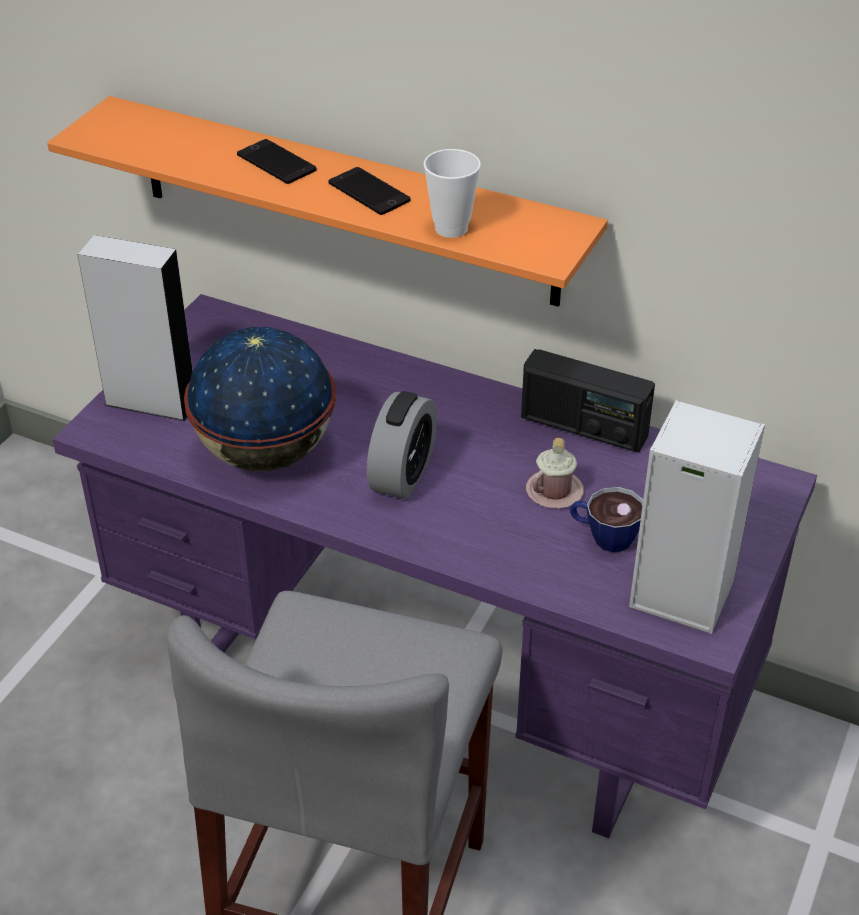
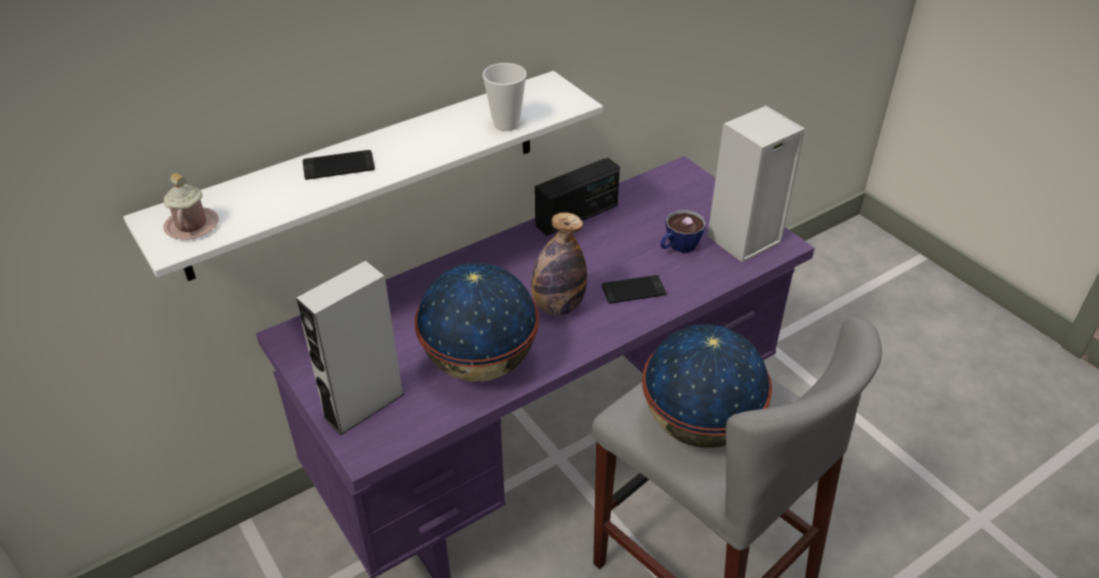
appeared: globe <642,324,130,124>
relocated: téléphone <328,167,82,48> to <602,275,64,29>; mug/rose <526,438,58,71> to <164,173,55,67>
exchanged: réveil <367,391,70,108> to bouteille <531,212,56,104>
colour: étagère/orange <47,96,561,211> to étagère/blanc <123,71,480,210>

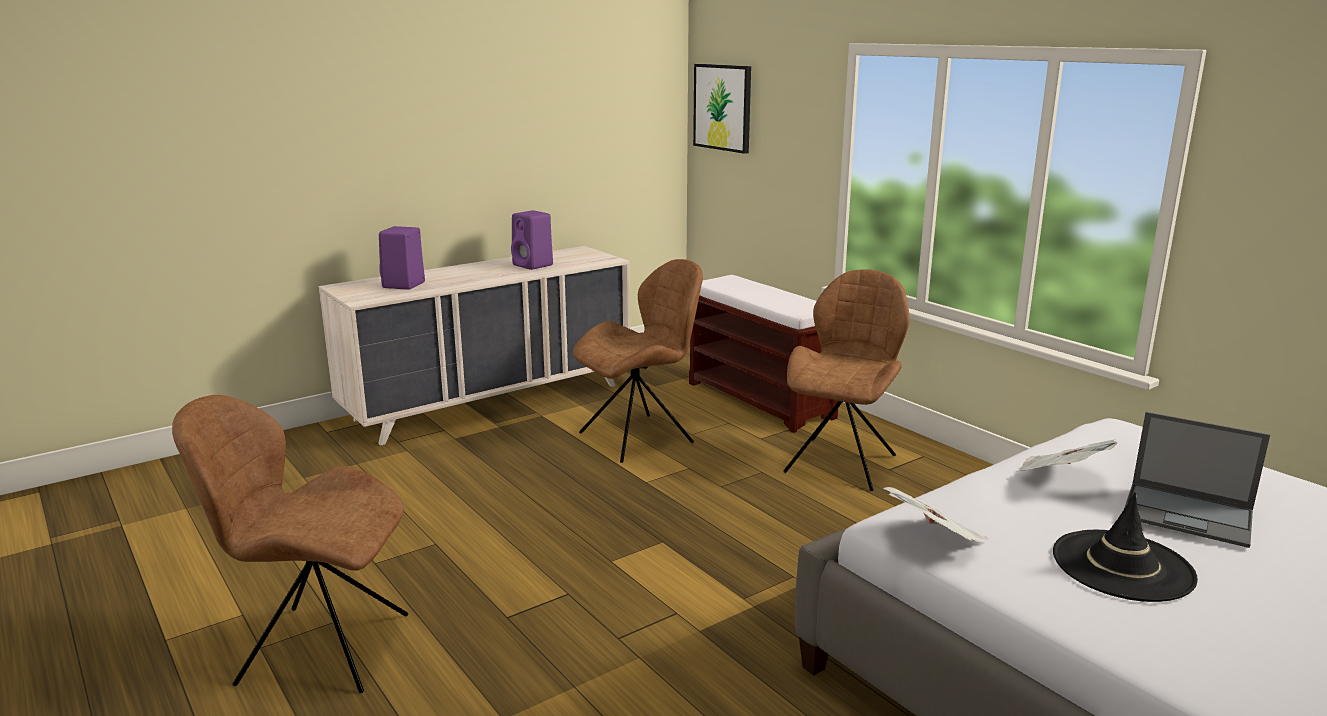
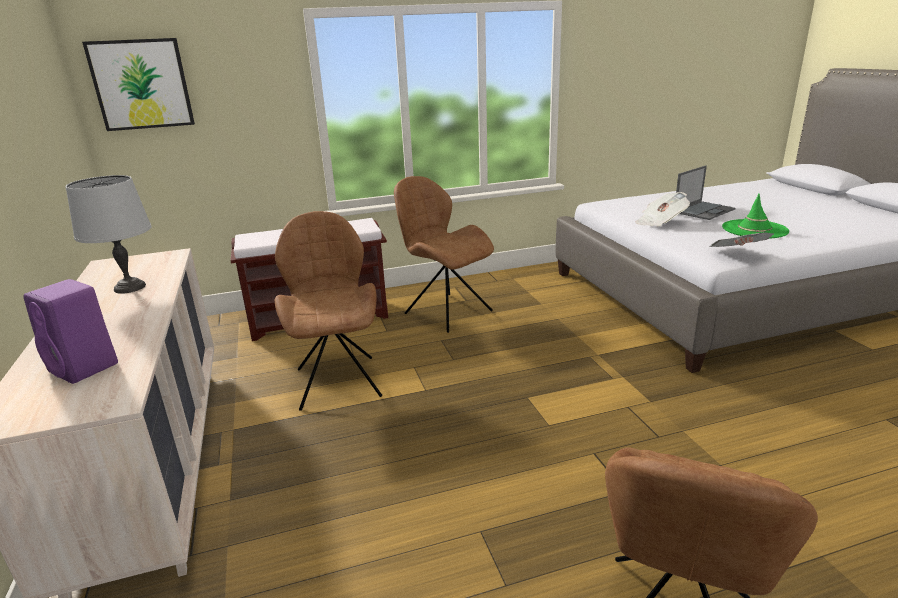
exchanged: enceinte/violet <511,210,42,60> to lampe de table/gris <66,175,86,119>
colour: chapeau/noir <1053,492,145,110> to chapeau/vert <722,194,67,45>

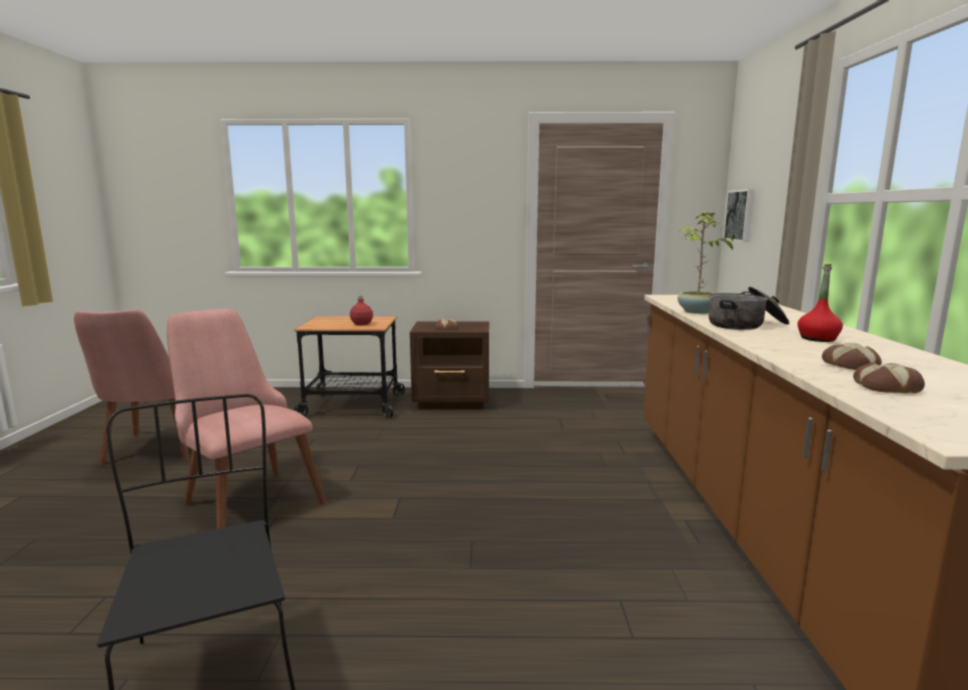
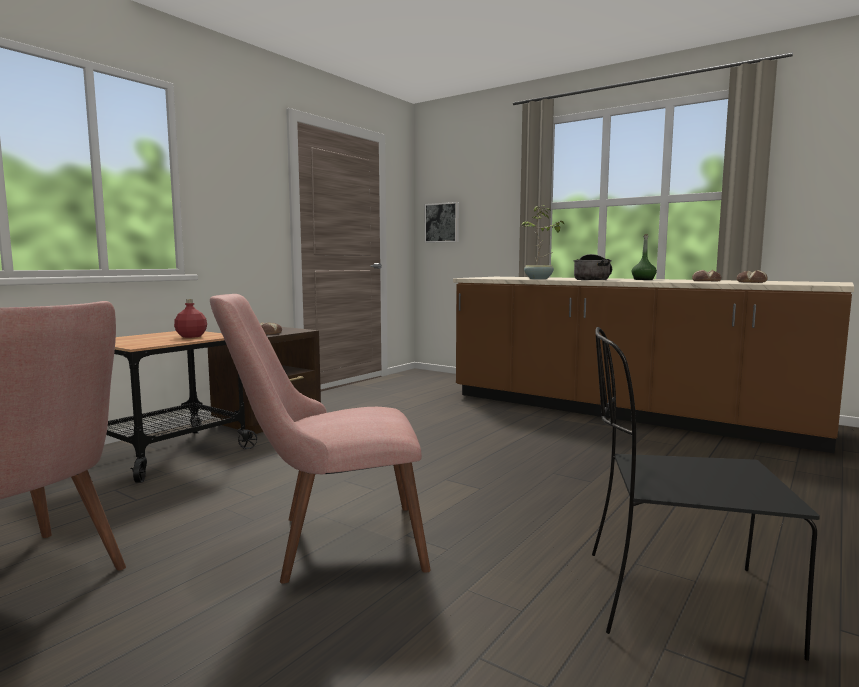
colour: bouteille/rouge <798,264,45,78> to bouteille/vert <632,234,25,46>

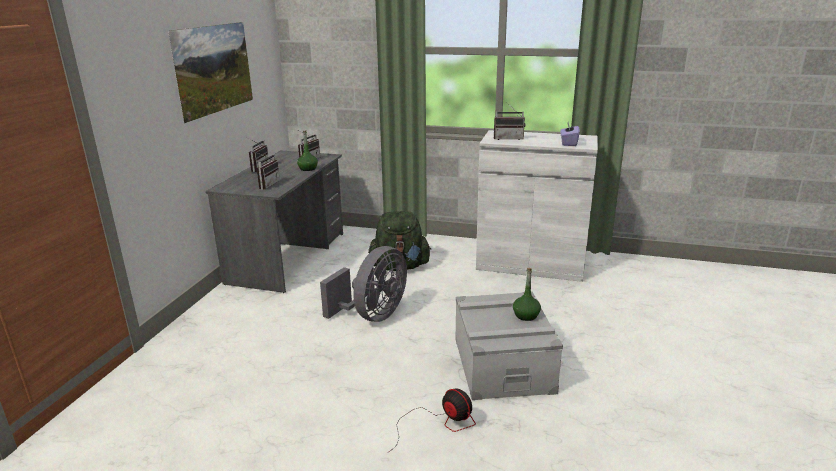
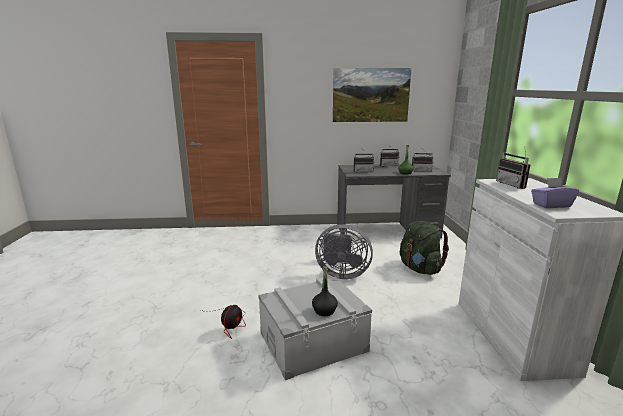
colour: bouteille/vert <513,268,28,53> to bouteille/noir <312,266,26,50>

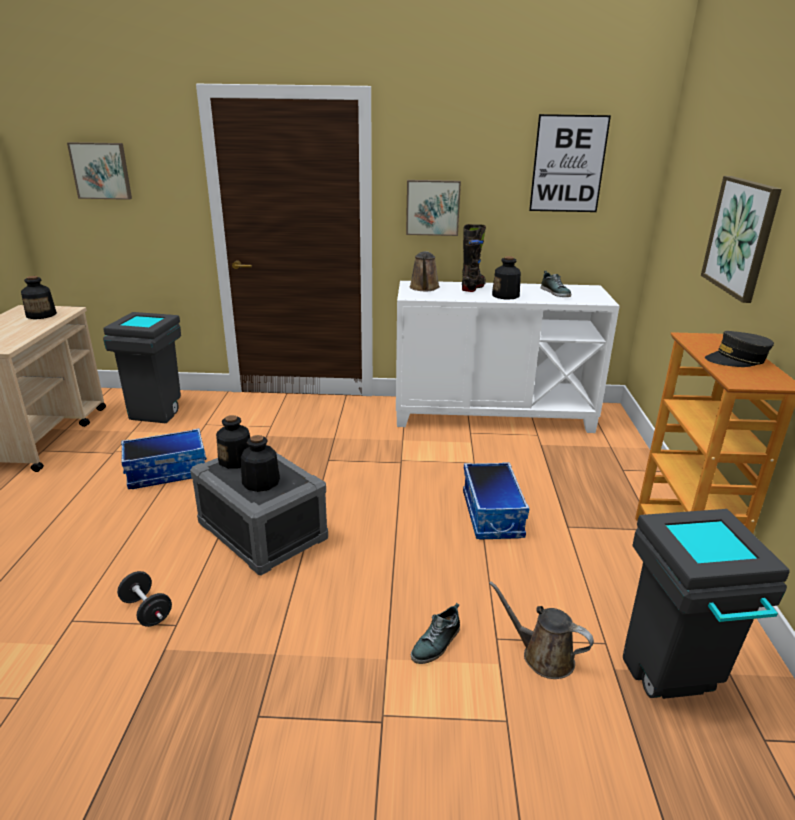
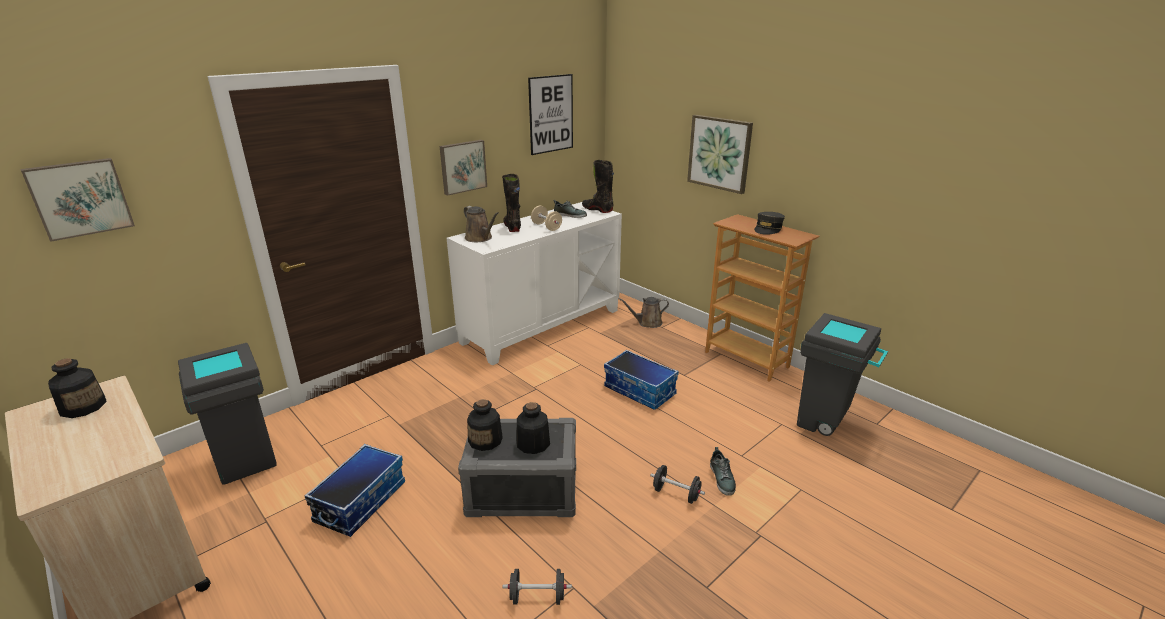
appeared: botte/noir <582,160,32,53>; haltère/noir <650,465,55,39>
relocated: arrosoir/marron <489,581,105,98> to <618,297,51,31>
exchanged: bouteille <492,256,29,44> to haltère/beige <531,206,31,25>

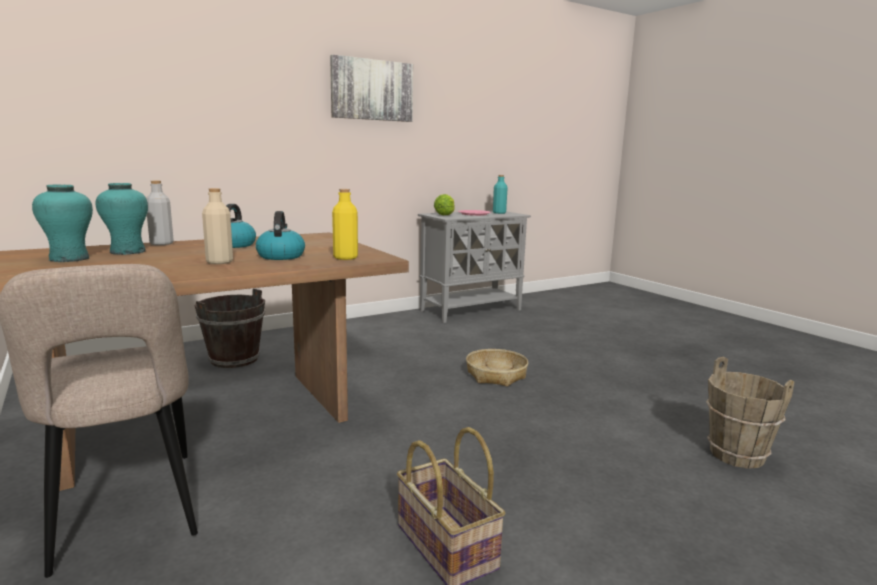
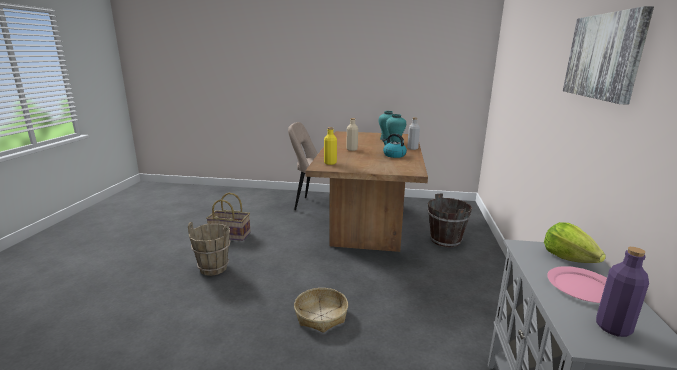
missing: bouilloire <256,211,49,49>
relocated: seau/marron <706,357,89,112> to <188,222,42,54>
colour: bouteille/turquoise <493,175,14,39> to bouteille/violet <596,247,53,90>

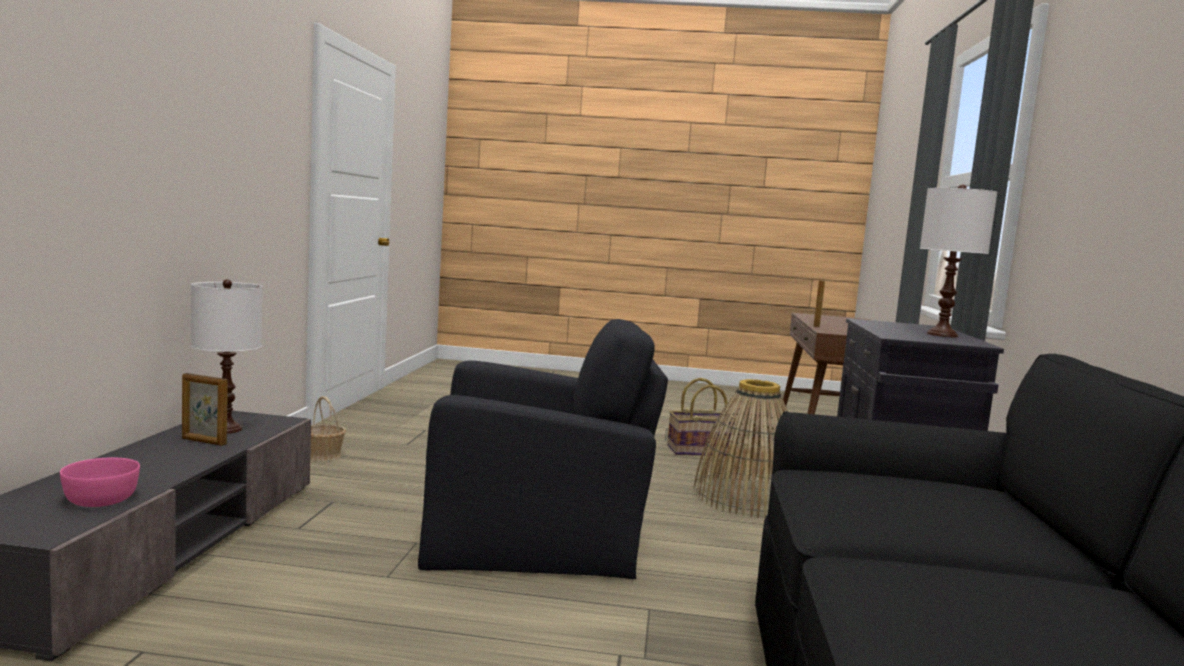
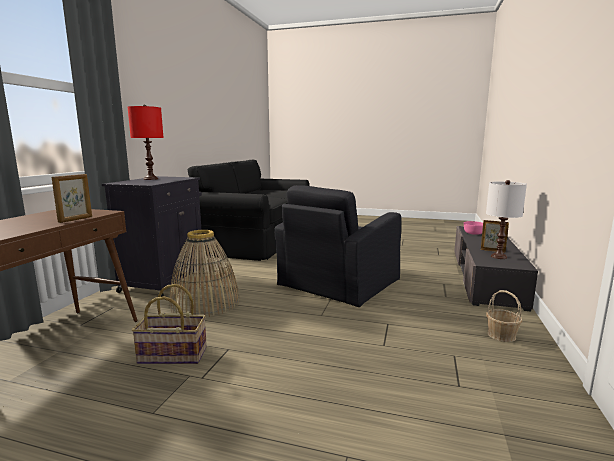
colour: lampe de table/blanc <920,185,77,152> to lampe de table/rouge <128,104,36,76>
spun: fauteuil/noir <418,319,250,260> = <275,185,126,122> 60 degrees counterclockwise

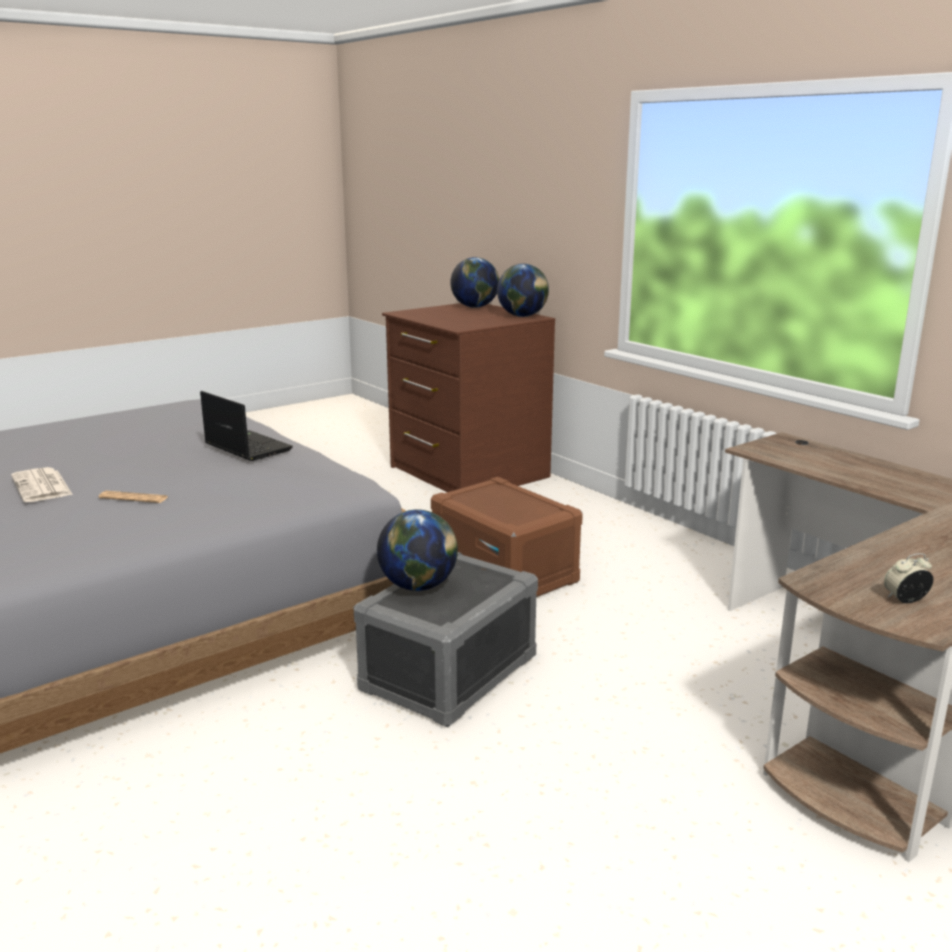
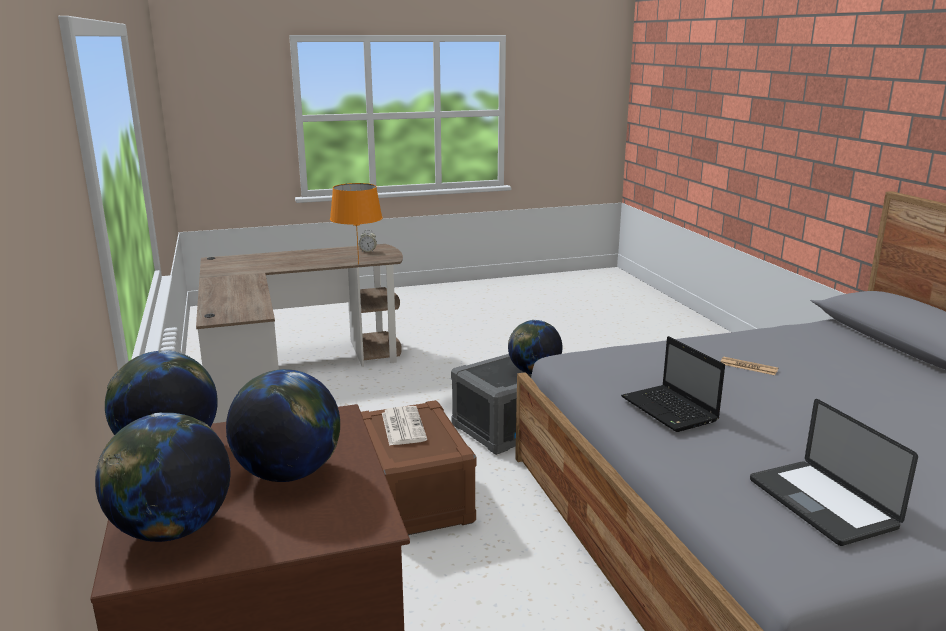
appeared: globe <226,369,114,113>; lampe de table/orange <330,183,52,81>; ordinateur portable <750,399,168,147>
relocated: journal <11,467,62,35> to <382,406,45,40>

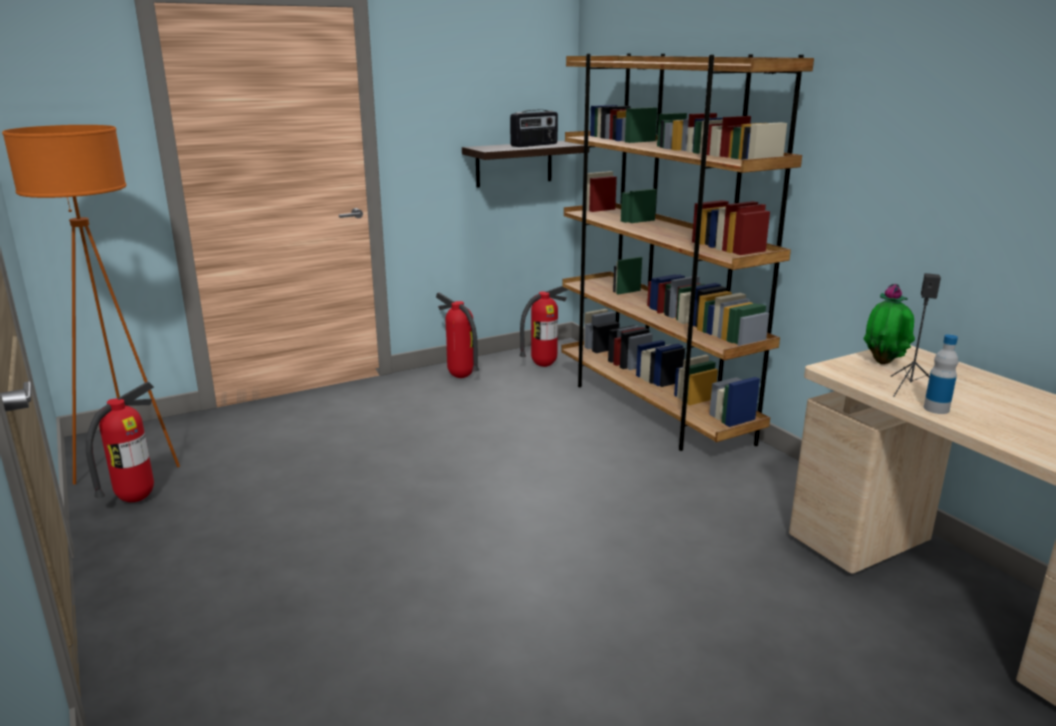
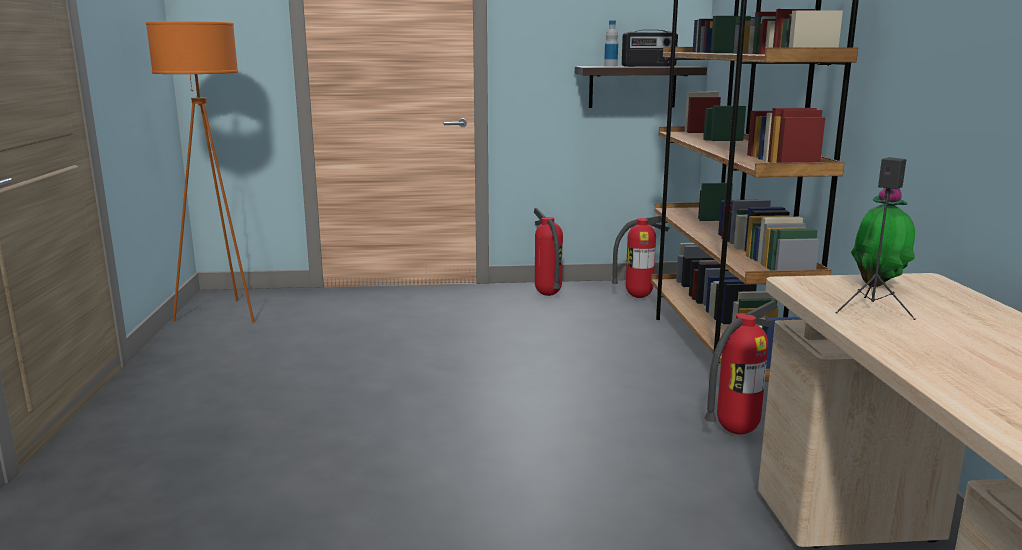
relocated: extincteur <86,382,68,120> to <705,300,73,134>; bouteille <924,334,34,80> to <604,21,14,45>

